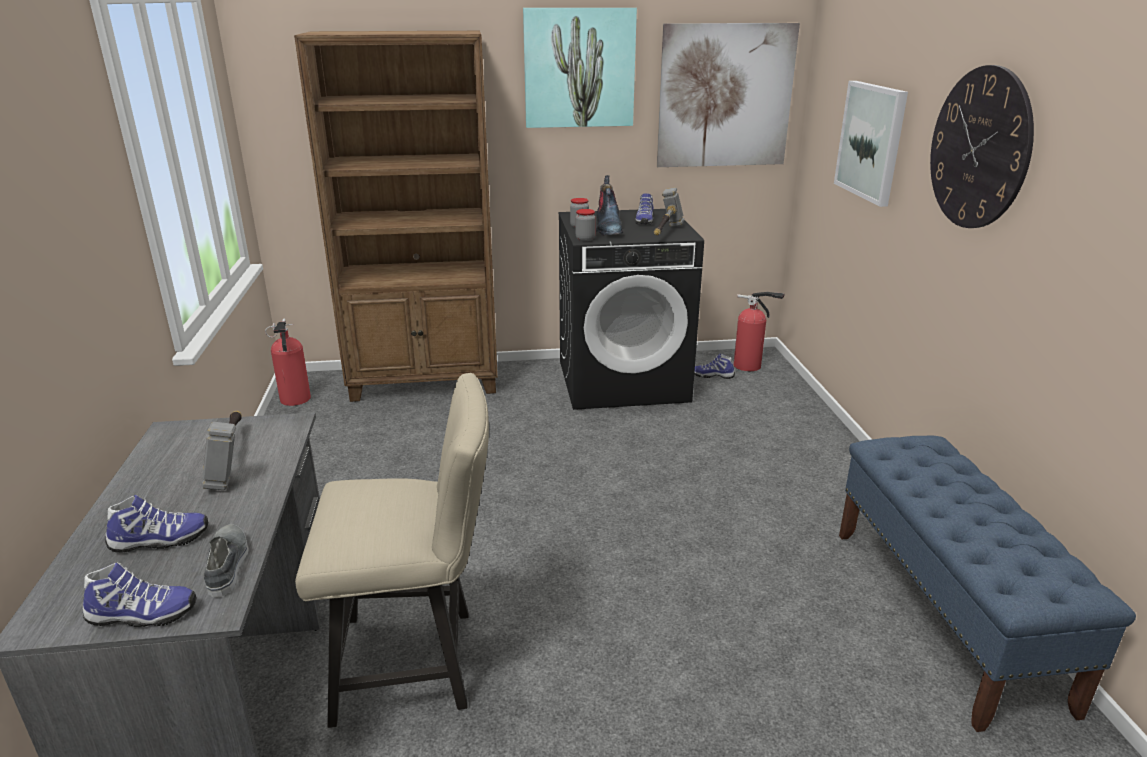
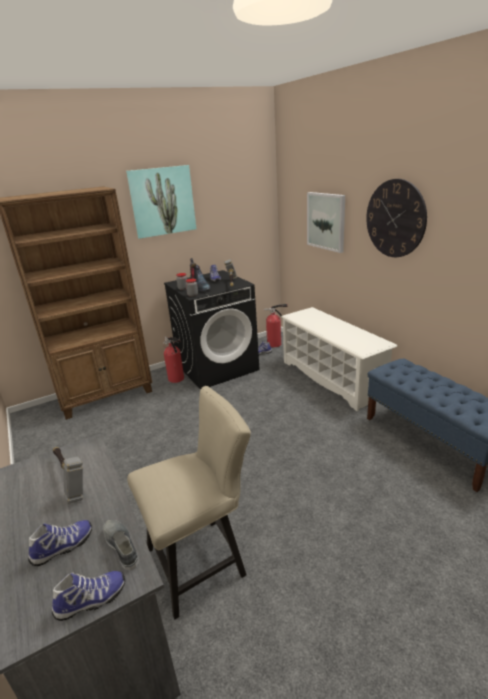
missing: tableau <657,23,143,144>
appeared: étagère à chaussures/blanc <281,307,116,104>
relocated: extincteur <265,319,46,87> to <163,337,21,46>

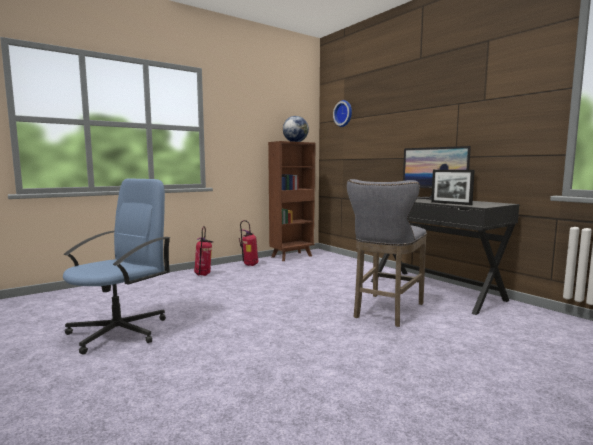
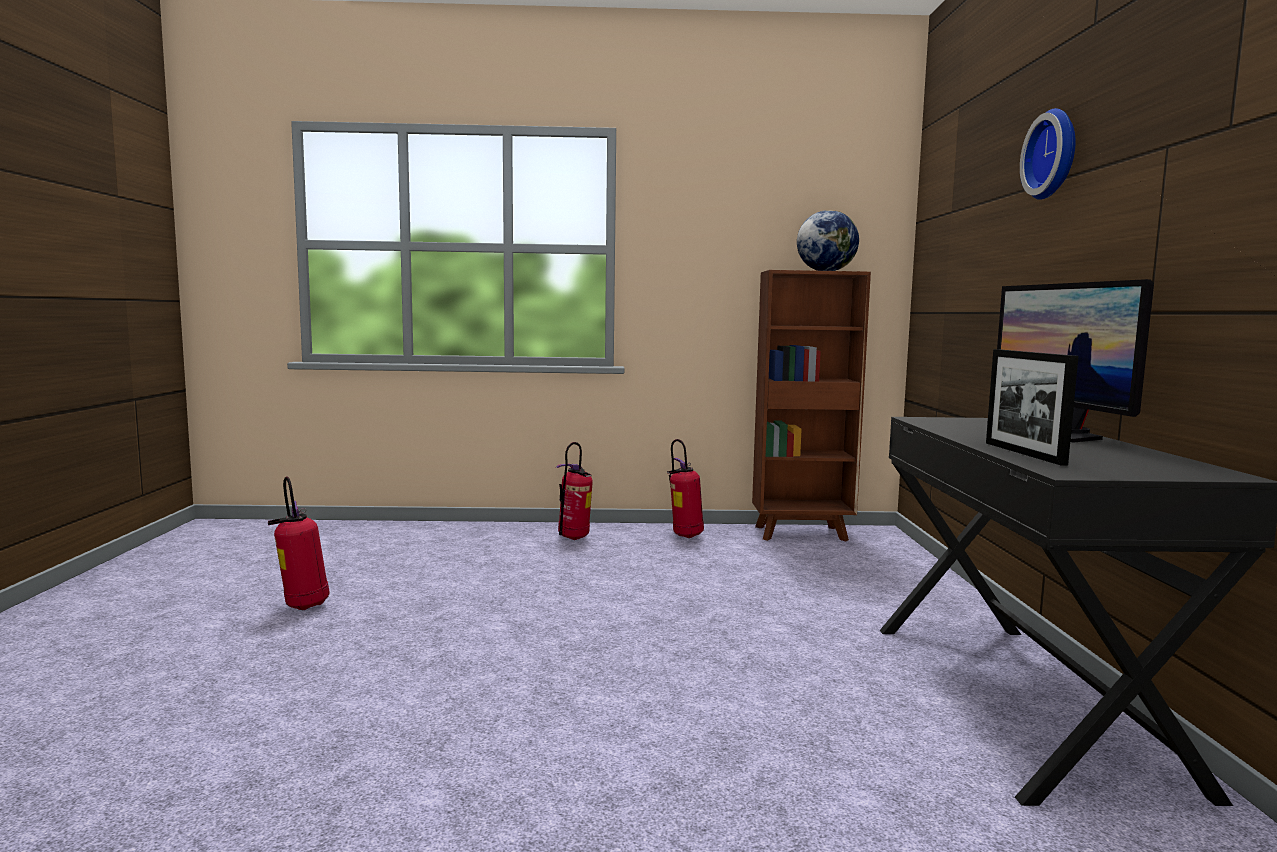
missing: tabouret/gris <347,179,80,148>
relocated: horloge murale <333,100,19,27> to <1020,108,56,92>
exchanged: chaise de bureau/bleu <63,179,108,175> to extincteur <268,477,62,133>

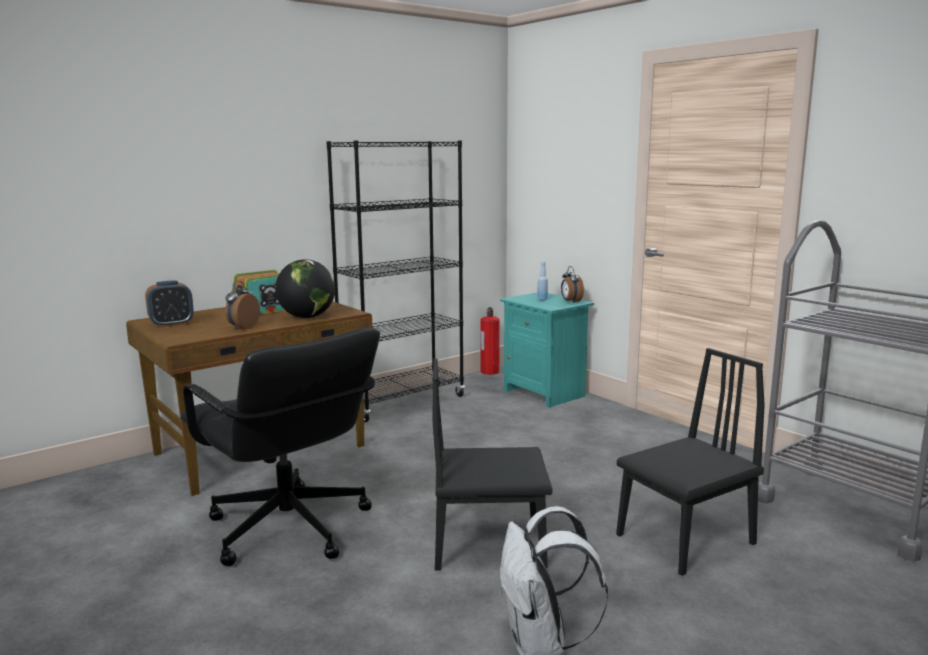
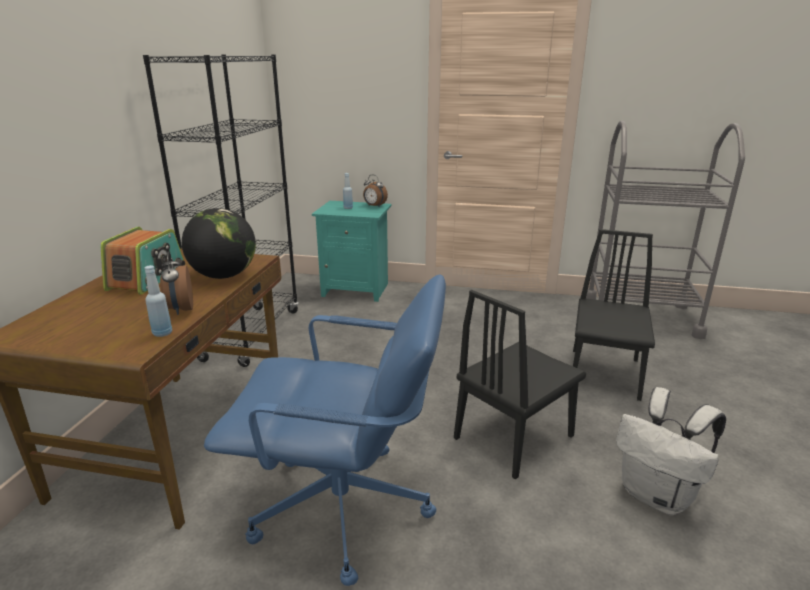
missing: réveil <145,280,49,47>; extincteur <481,307,19,68>
appeared: bouteille/bleu <145,265,27,72>
colour: chaise de bureau/noir <180,328,200,238> to chaise de bureau/bleu <204,274,242,312>

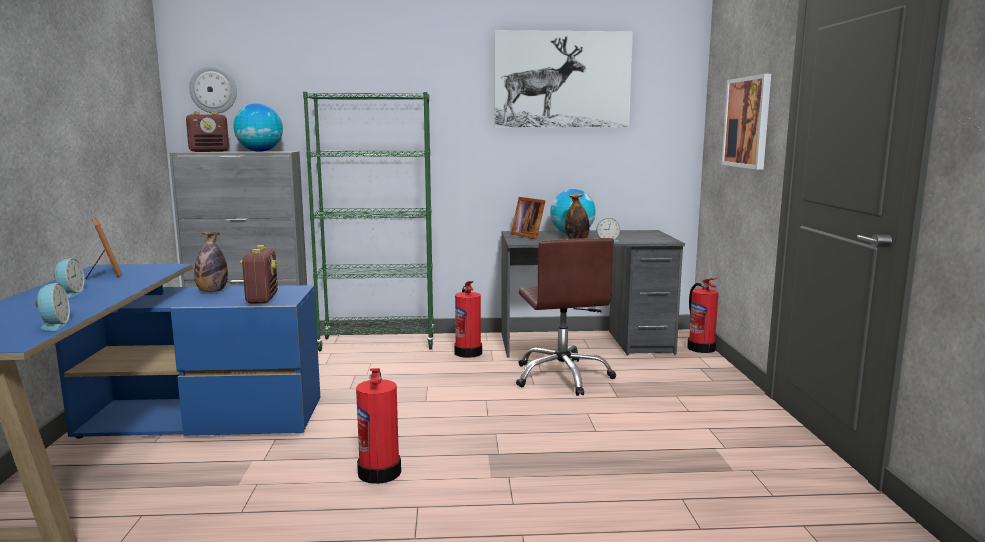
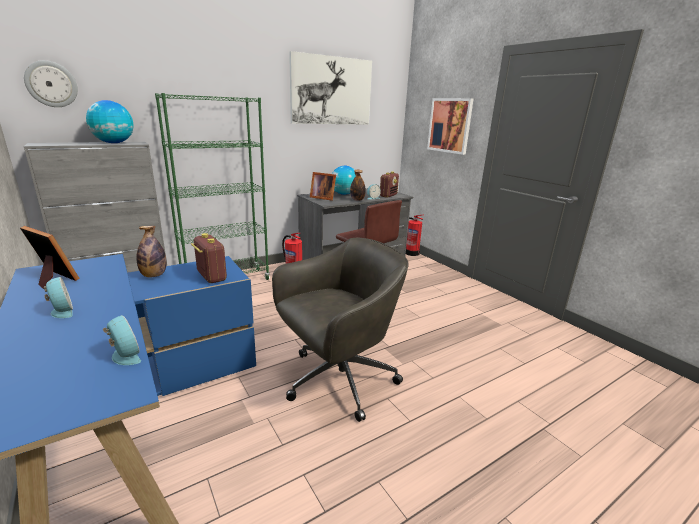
relocated: radio <186,111,43,41> to <380,171,19,27>
exchanged: extincteur <356,368,45,116> to chaise de bureau/gris <272,238,137,184>

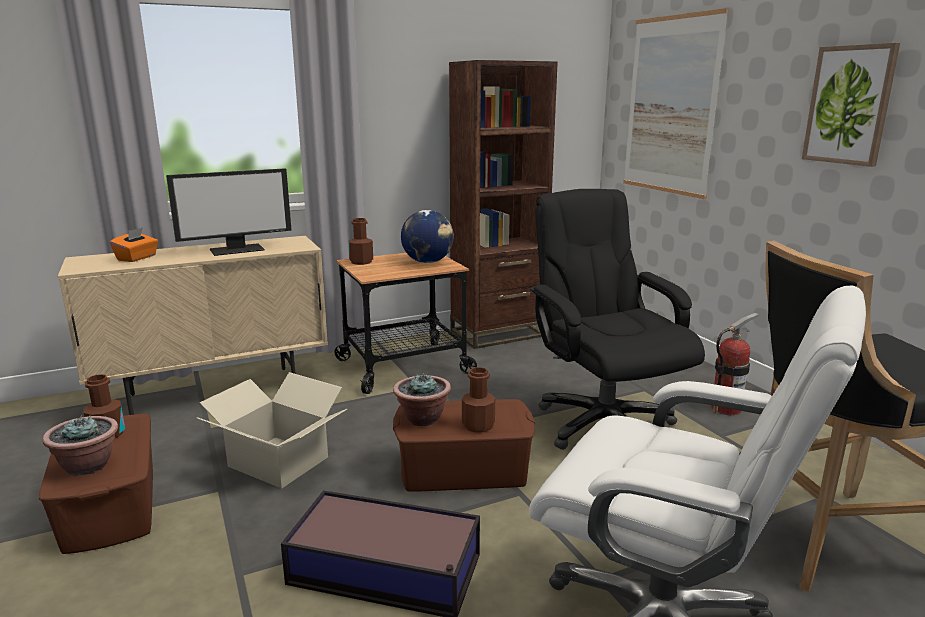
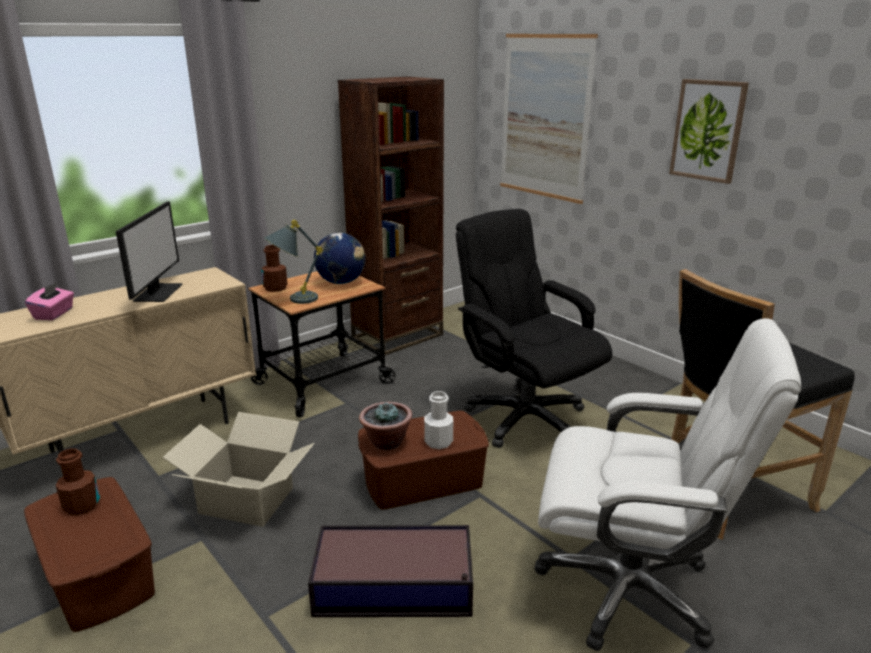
missing: plante en pot <42,415,76,61>; extincteur <711,313,48,102>
appeared: lampe de table/gris <264,220,59,84>
colour: boîte à mouchoirs/orange <110,227,48,35> to boîte à mouchoirs/rose <25,282,49,38>; bouteille/marron <462,367,33,66> to bouteille/blanc <424,391,29,58>
spun: écran d'ordinateur <166,168,126,88> = <116,201,67,101> 45 degrees counterclockwise

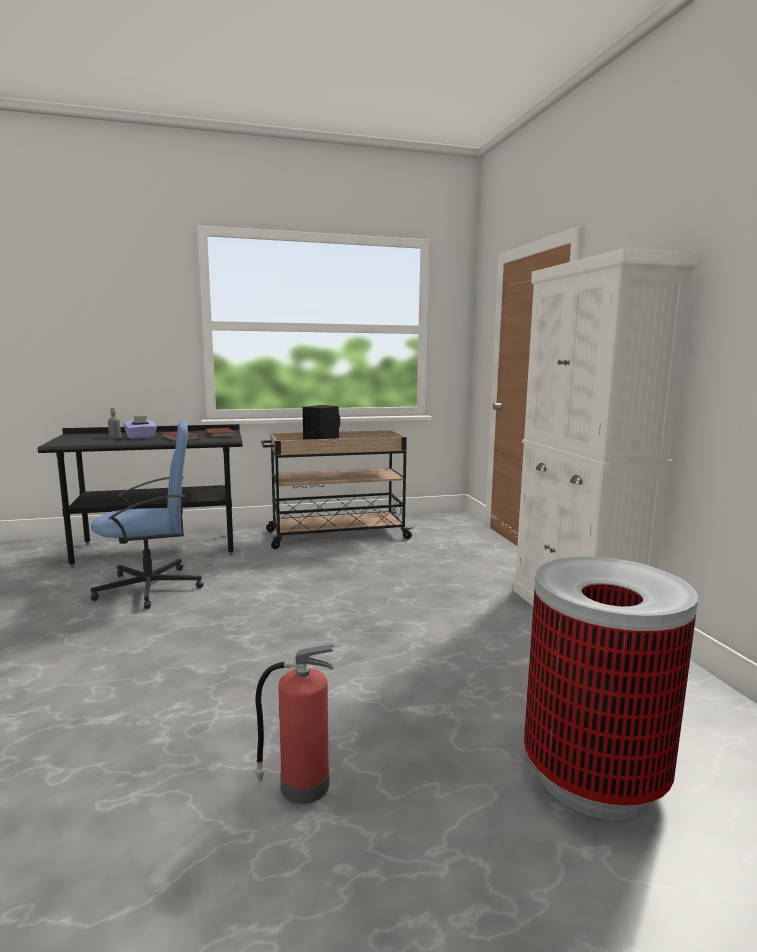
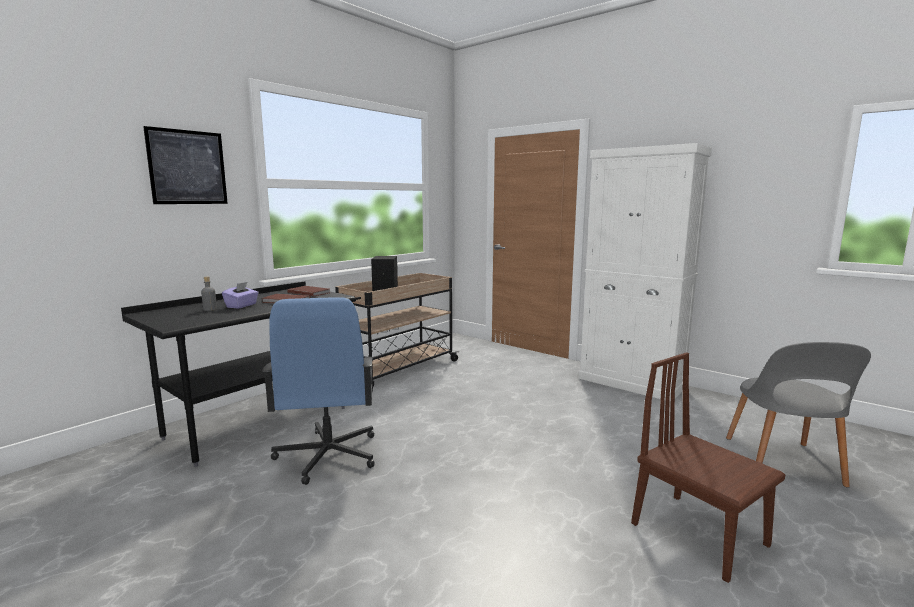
appeared: tableau <143,126,85,78>
exchanged: extincteur <255,644,79,160> to chaise/marron <631,352,154,231>; poubelle <524,557,174,263> to chaise/gris <726,342,145,145>
spun: chaise de bureau/bleu <91,420,113,189> = <262,297,113,188> 135 degrees clockwise

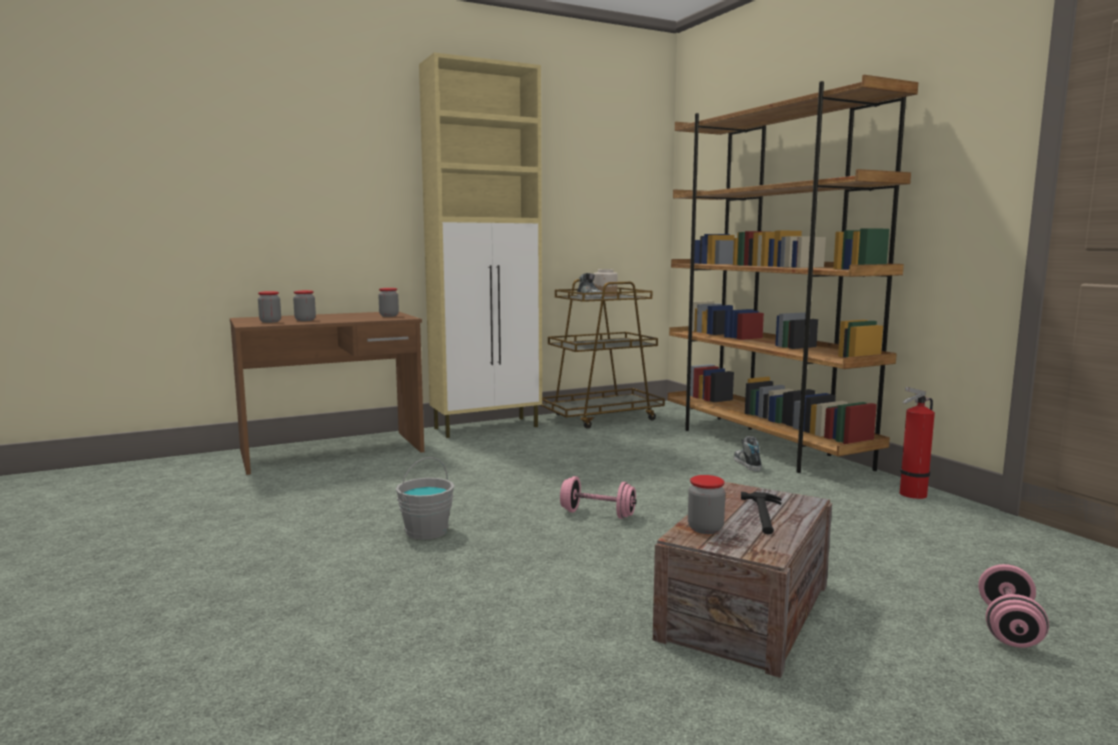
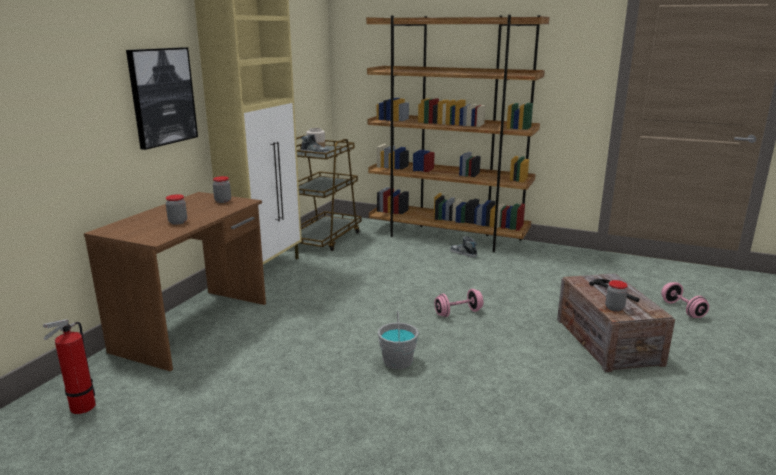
missing: bocal <258,291,23,32>
appeared: tableau <126,47,72,103>
relocated: extincteur <900,387,35,112> to <43,319,53,95>

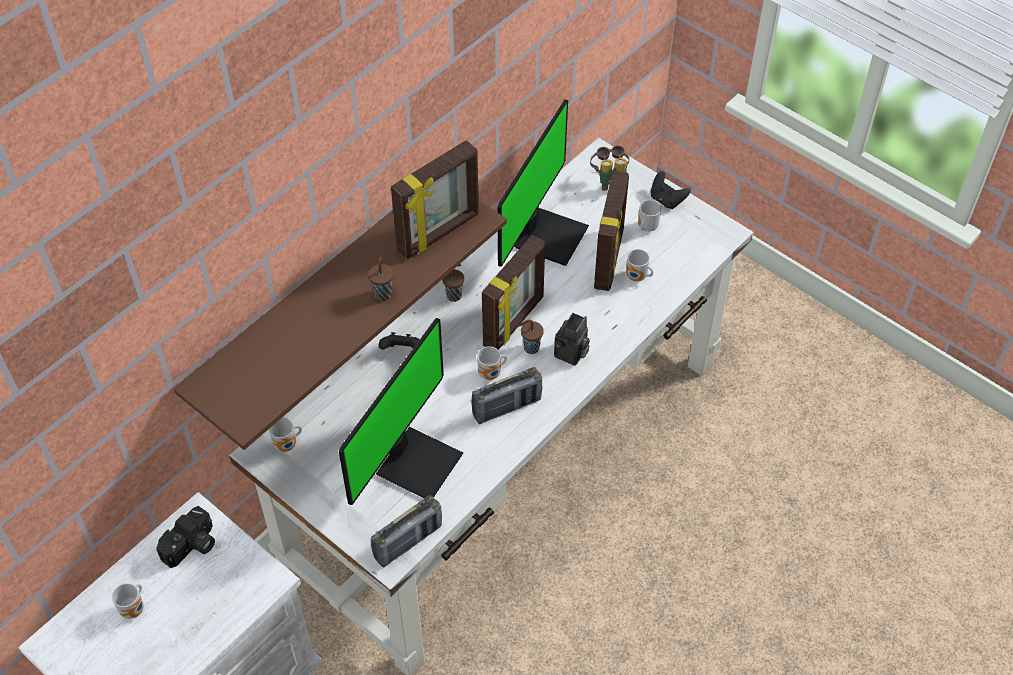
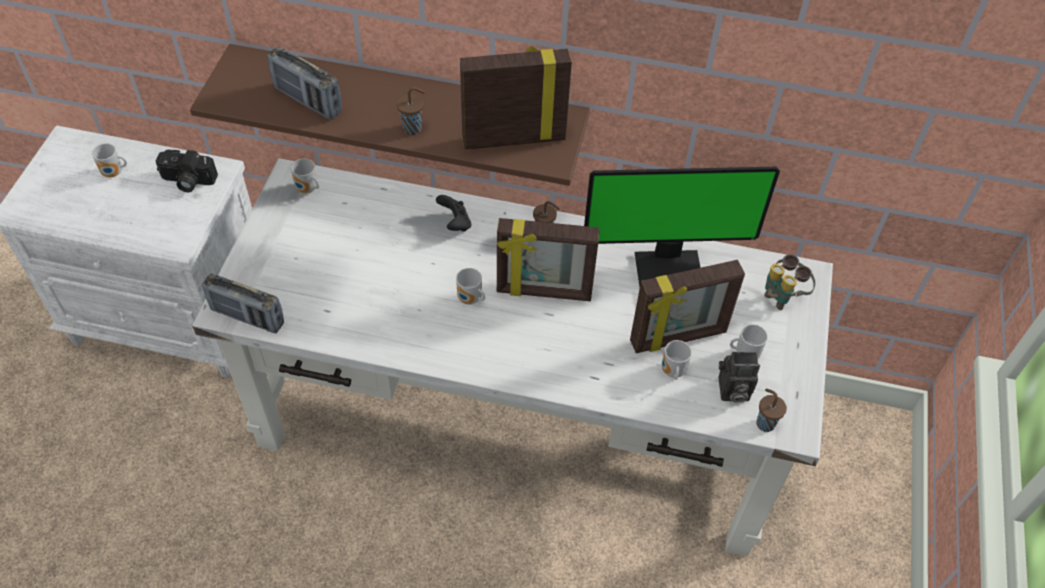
missing: écran d'ordinateur <339,318,124,187>; manette/noir <651,171,39,38>
relocated: radio <471,367,71,57> to <267,47,75,73>; tasse/marron <518,320,26,34> to <757,389,30,43>; appareil photo <554,313,36,53> to <718,352,42,51>
spun: cadre photo <391,140,88,119> = <460,46,112,104> 150 degrees clockwise

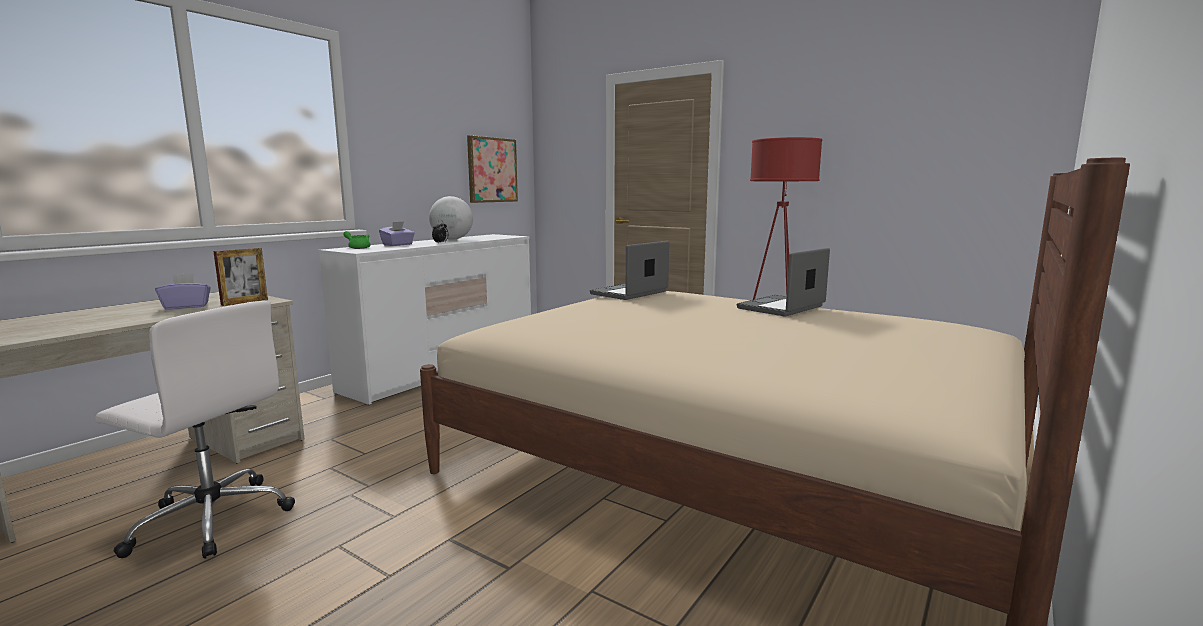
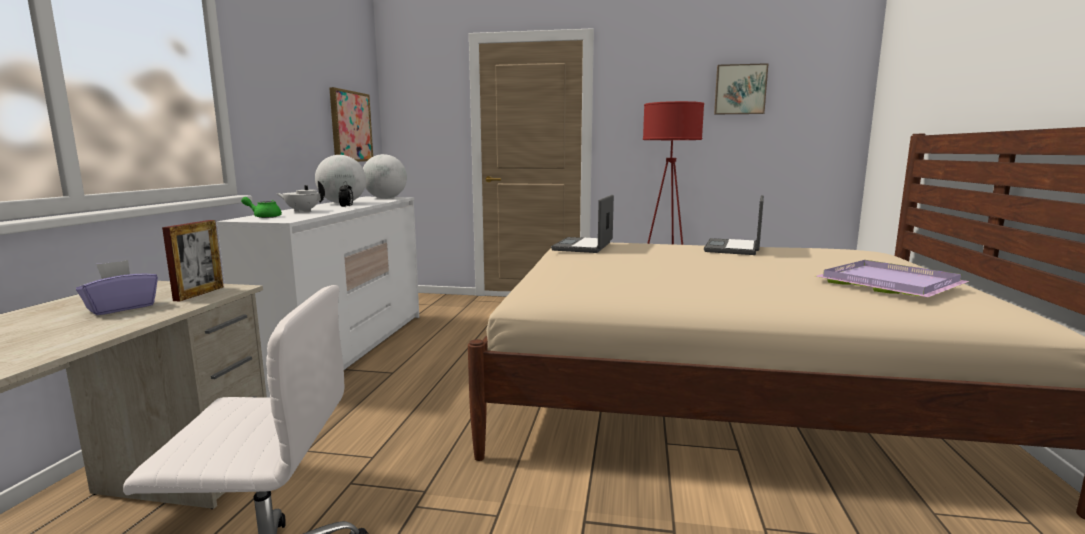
appeared: globe <363,154,44,45>; tableau <714,63,55,51>; plateau/violet <815,260,155,37>
exchanged: boîte à mouchoirs/violet <379,221,36,25> to théière/blanc <276,181,49,32>

